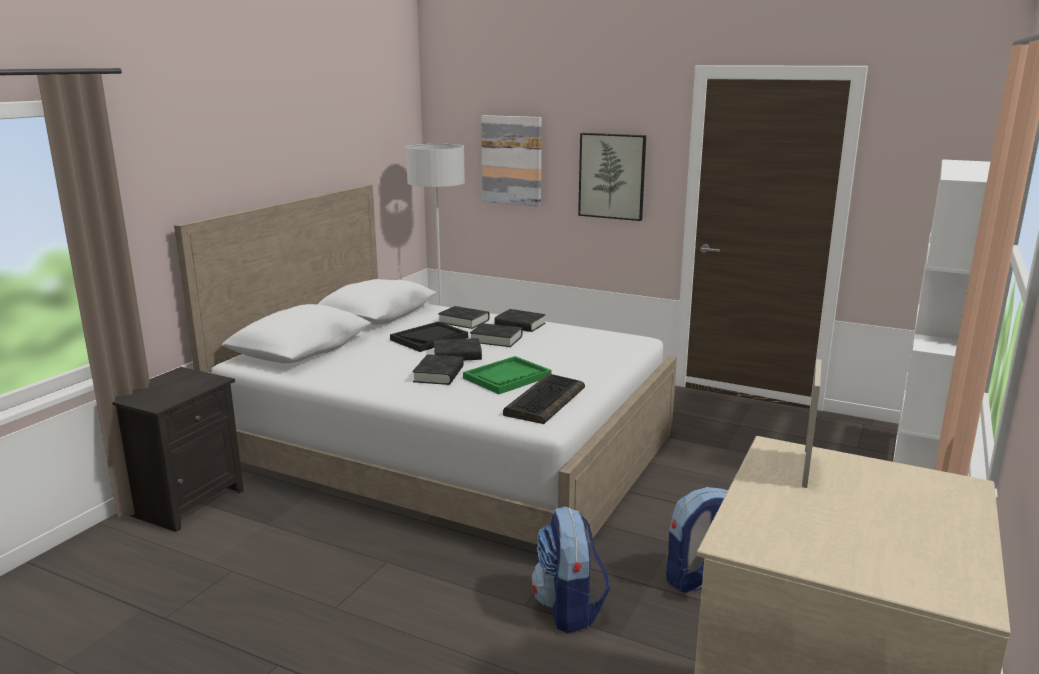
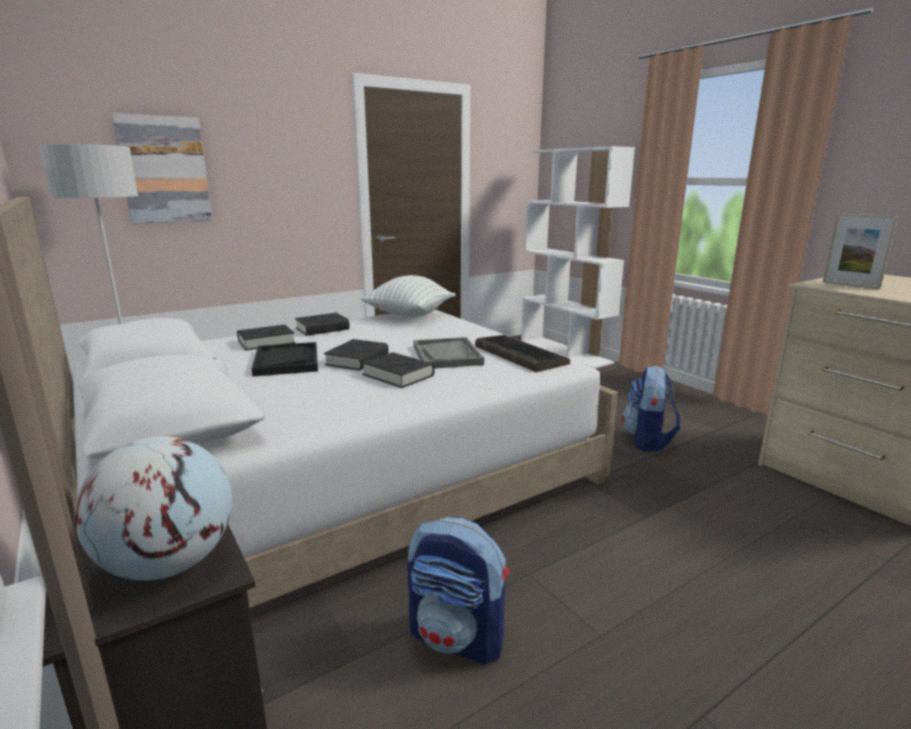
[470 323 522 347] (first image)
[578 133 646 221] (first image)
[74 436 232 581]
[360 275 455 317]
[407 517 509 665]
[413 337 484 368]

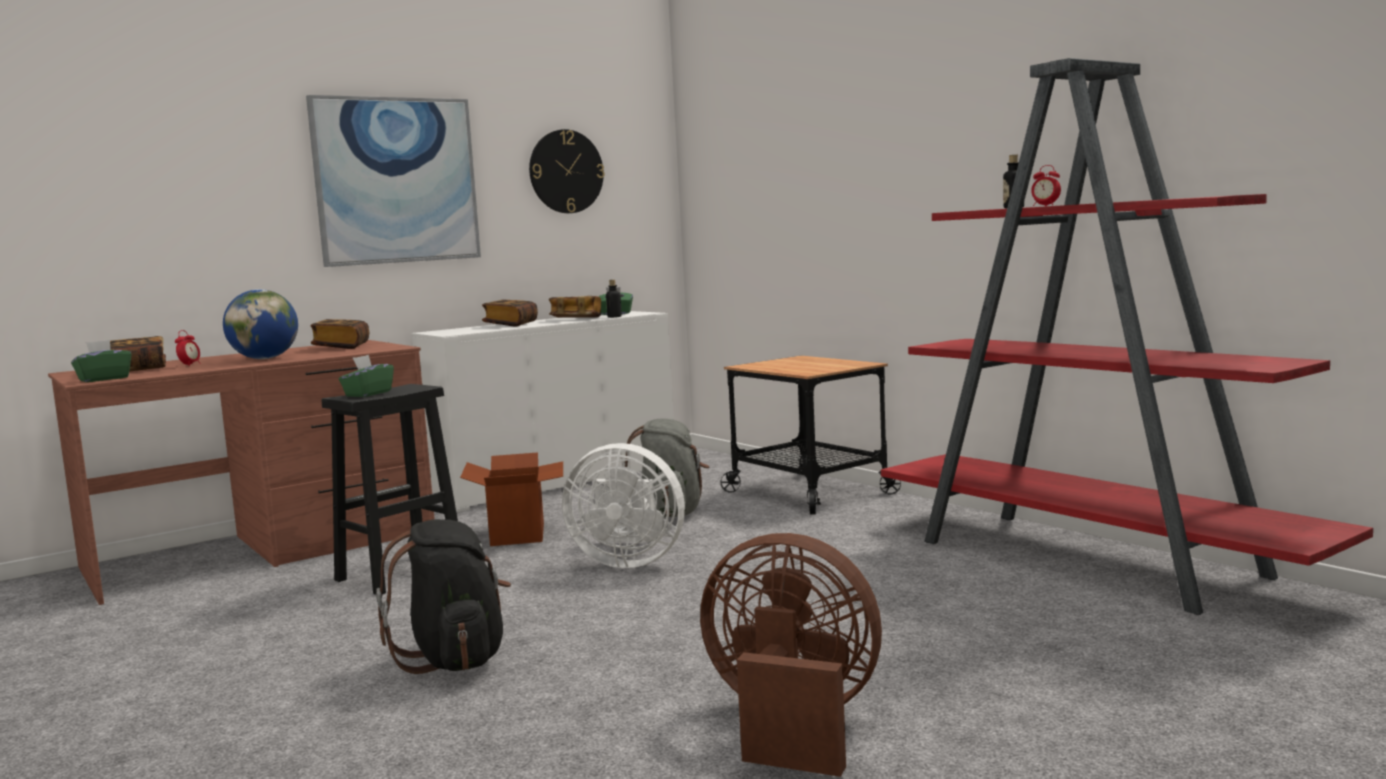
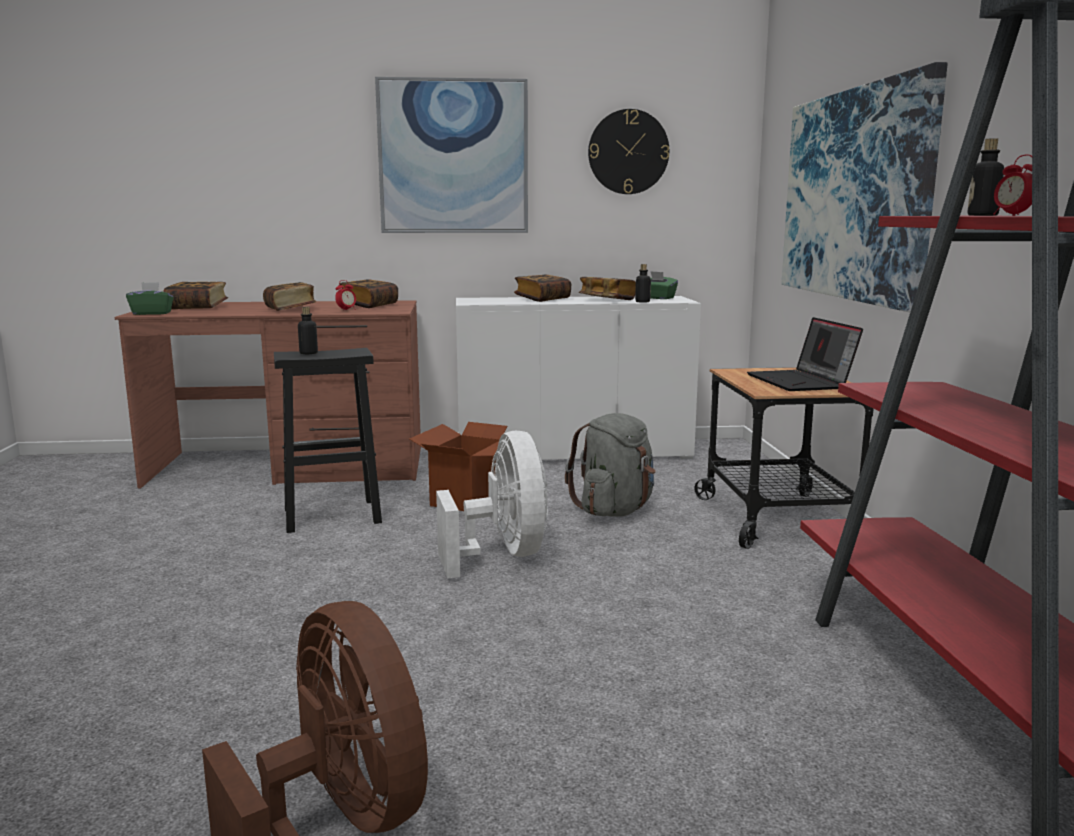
[376 519 511 674] (first image)
[747 317 863 391]
[782 62 948 312]
[335 280 356 311]
[263 282 316 311]
[298 307 318 354]
[436 431 548 578]

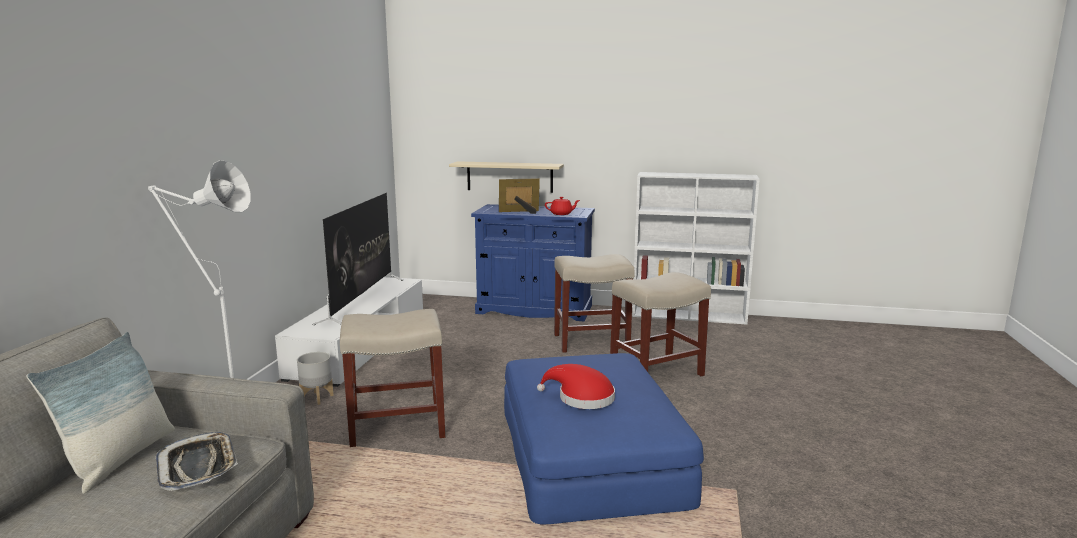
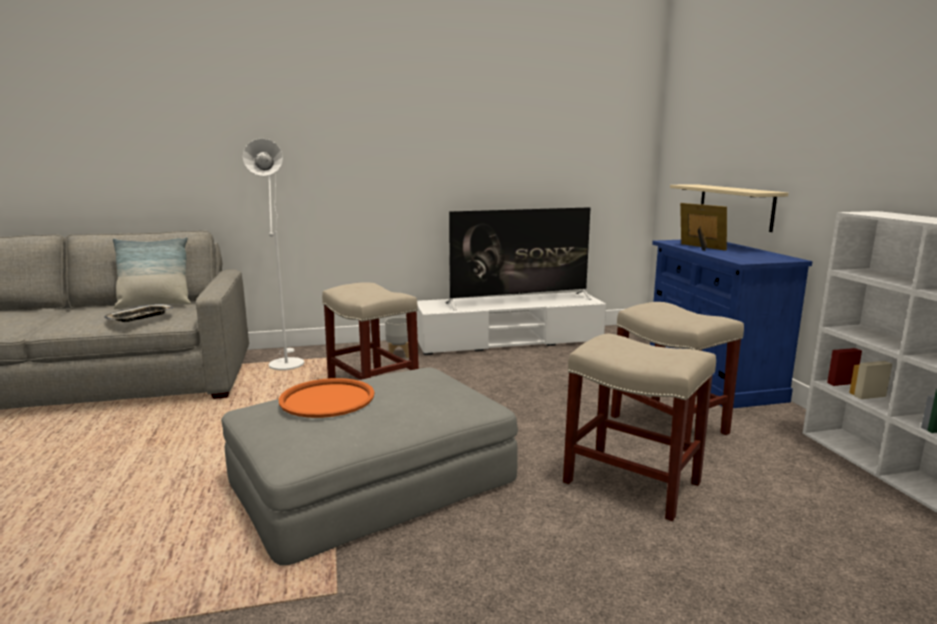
[545 197 580 215] (first image)
[279 378 374 418]
[221 367 518 566]

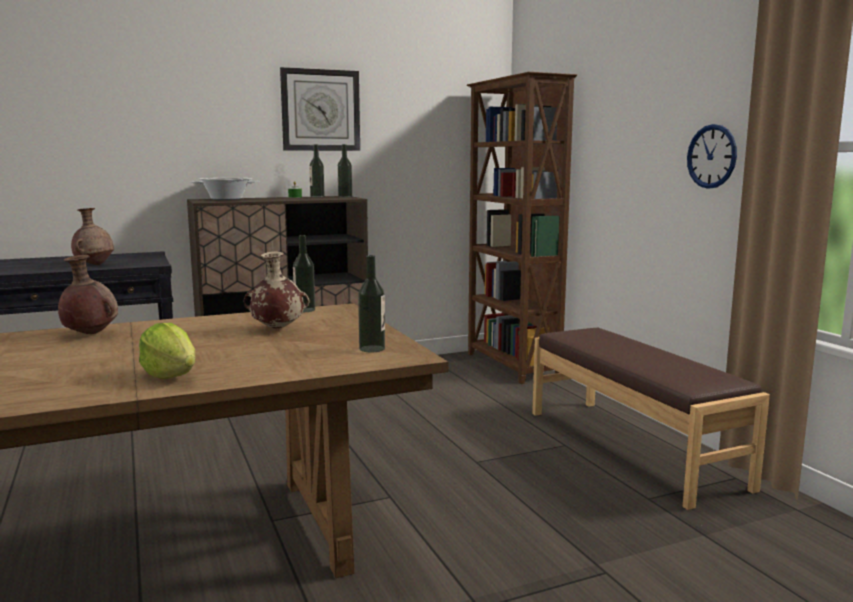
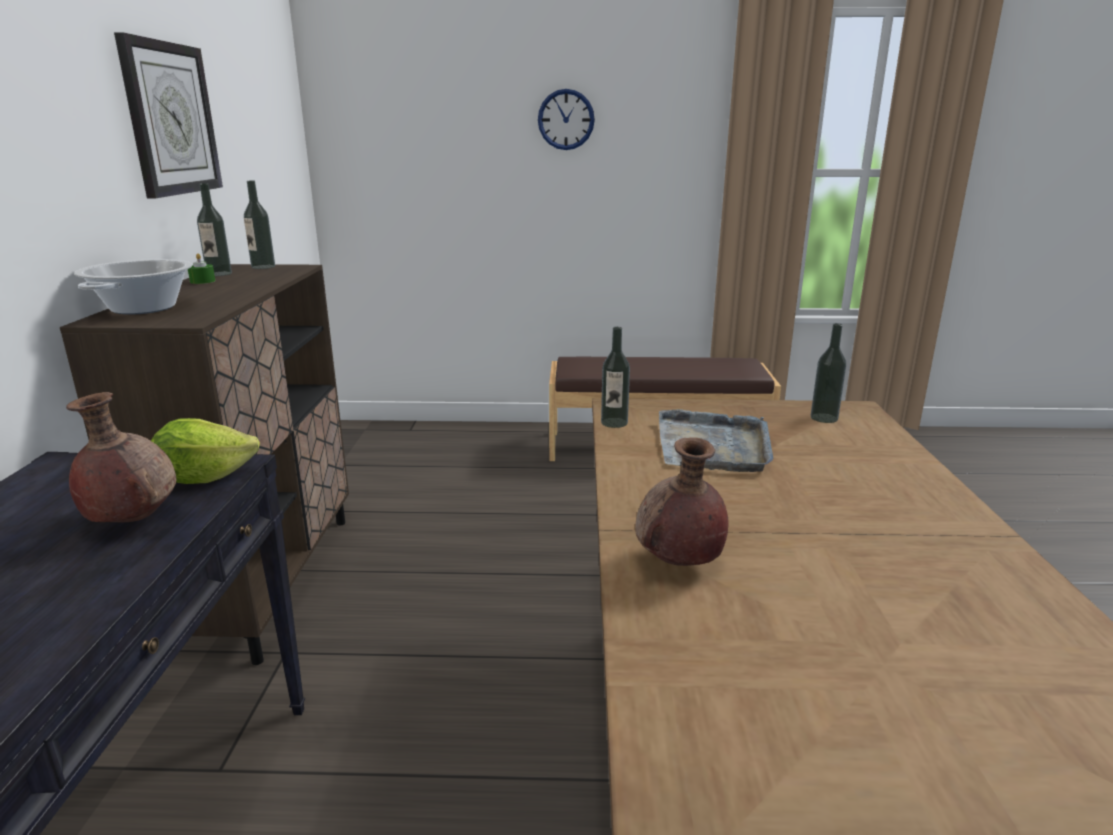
[467 72 577 384] (first image)
[151 418 260 484]
[538 89 595 150]
[659 409 774 472]

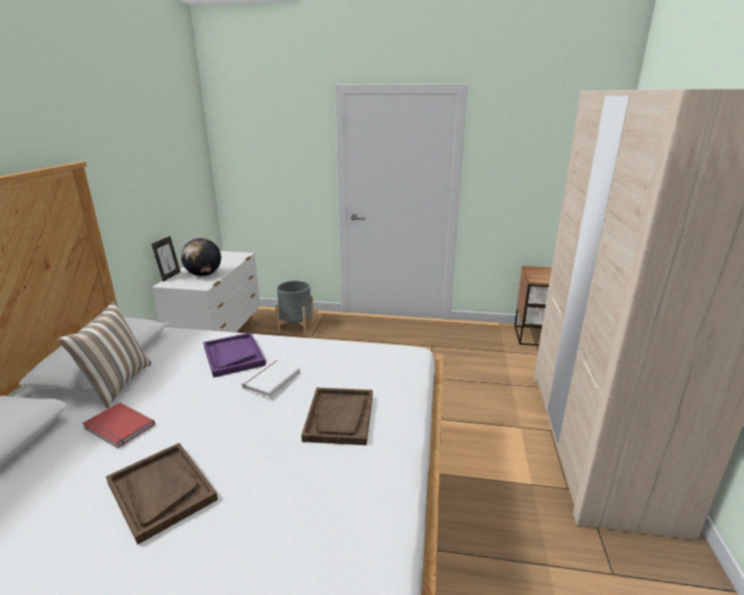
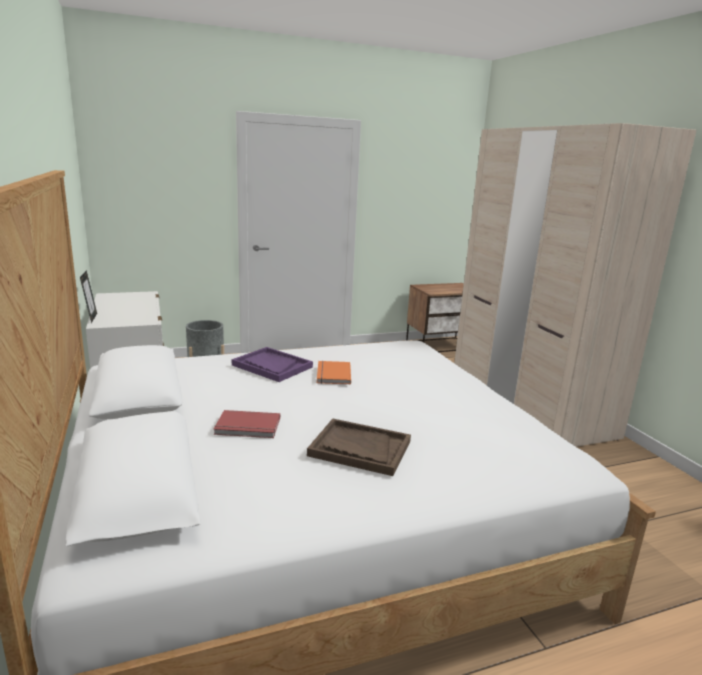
[57 302 151 409] (first image)
[181 238 221 276] (first image)
[301 388 373 445] (first image)
[317 361 351 384]

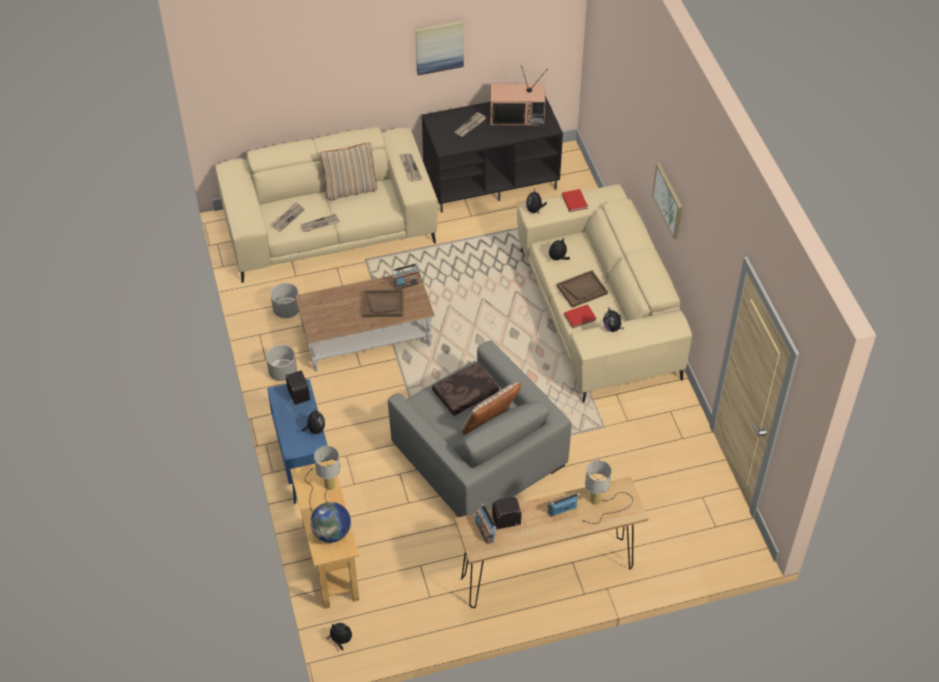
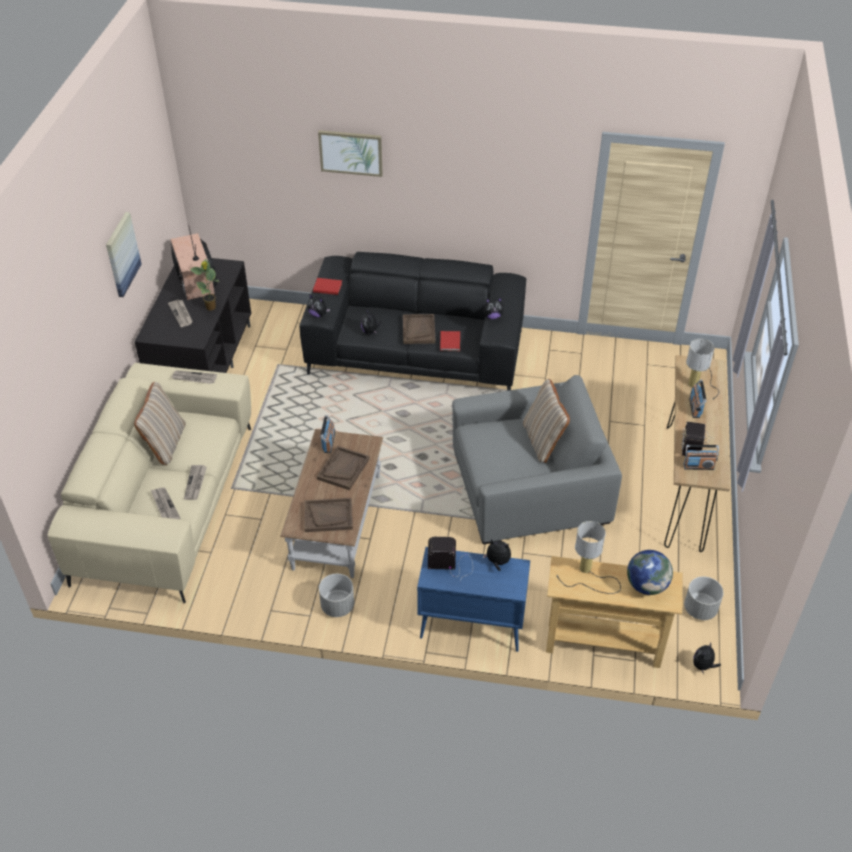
[432 362 499 416] (first image)
[190 259 220 311]
[304 498 353 532]
[684 576 723 620]
[318 130 383 177]
[299 252 526 391]
[171 225 218 300]

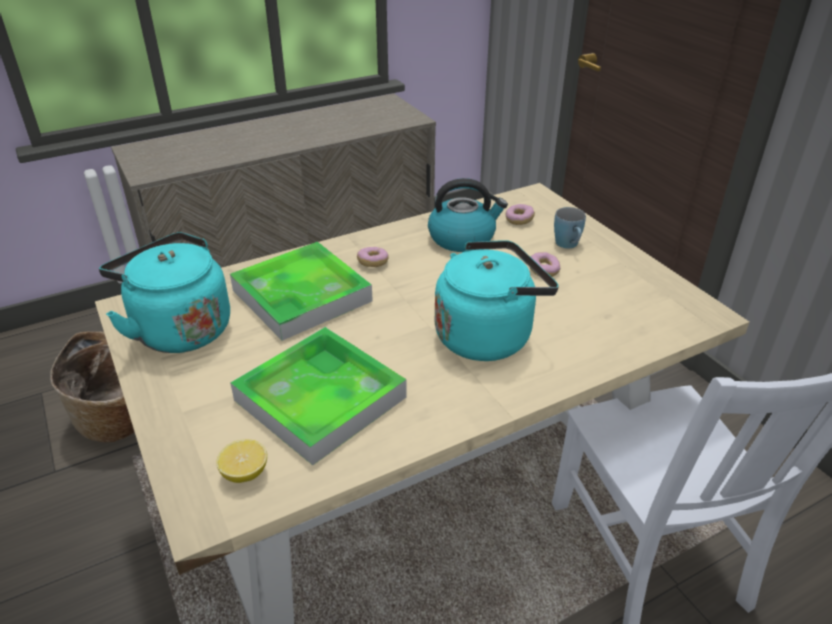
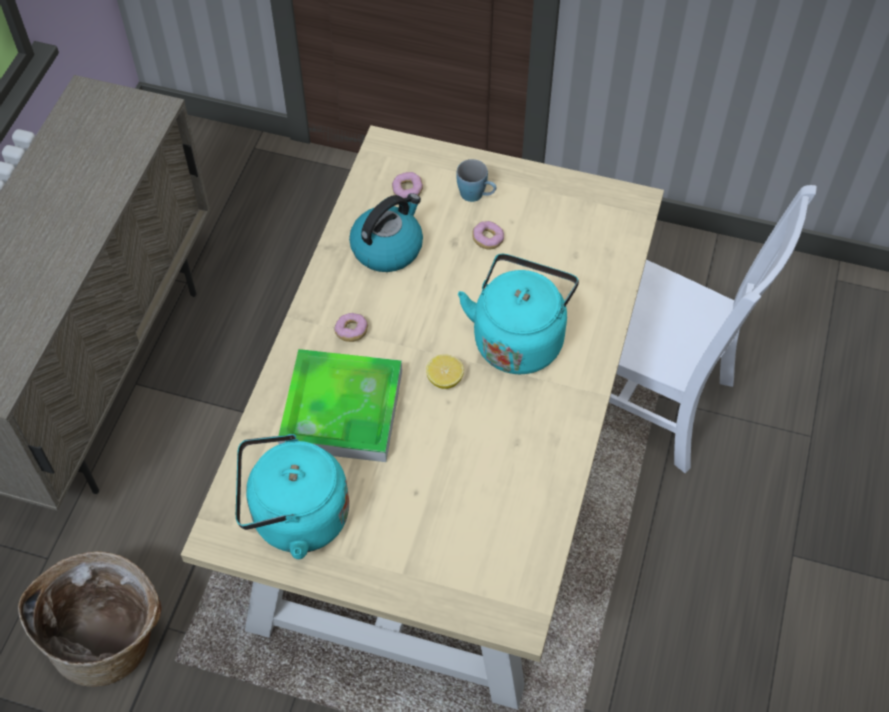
[230 327 407 465] (first image)
[426 354 464 389]

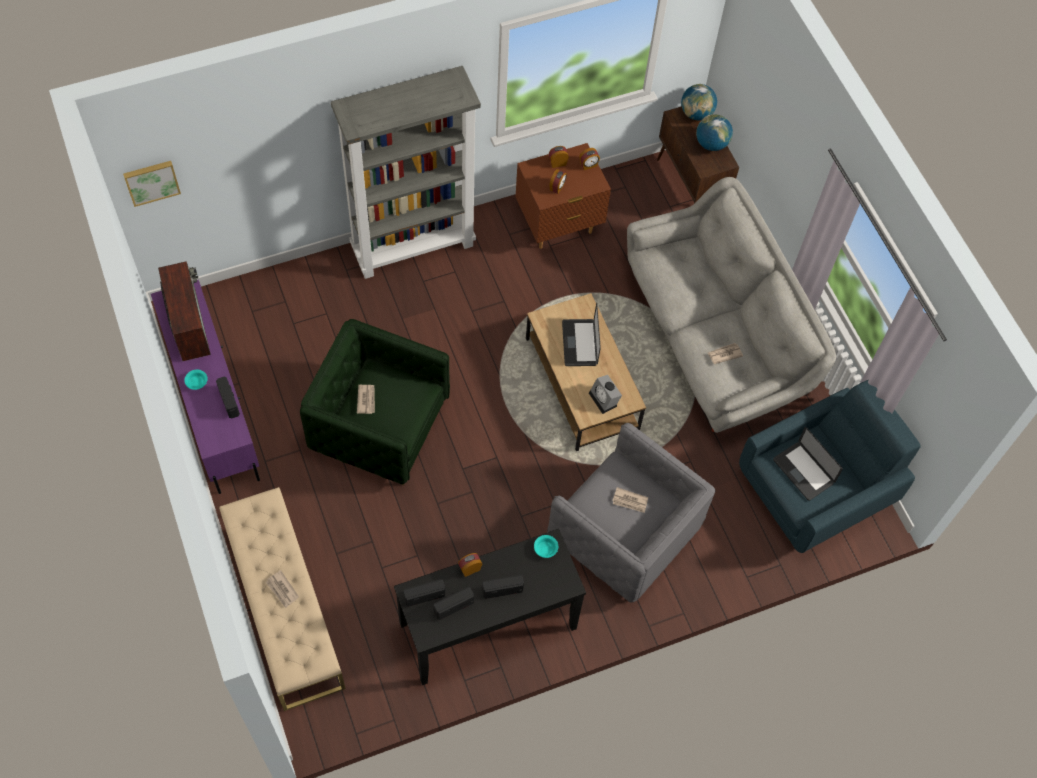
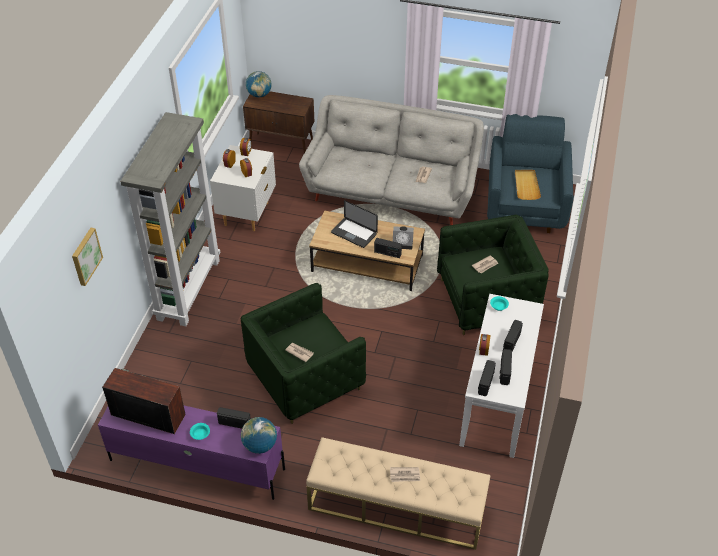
[374 238 402 258]
[72 228 103 286]
[241 417 277 454]
[515 170 541 200]
[459 294 544 458]
[210 145 276 231]
[437 215 549 335]

